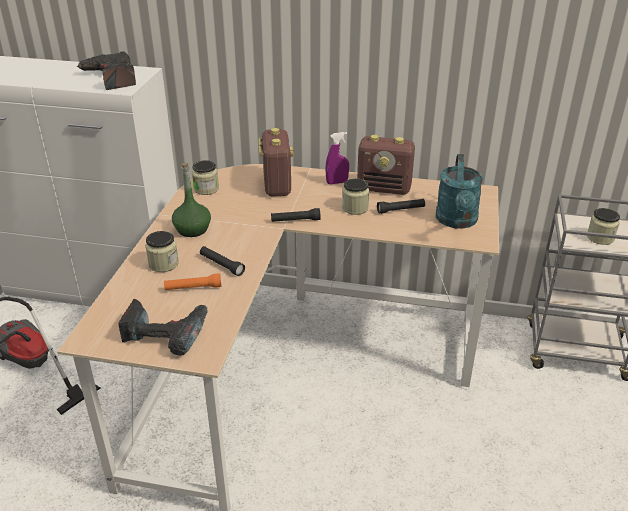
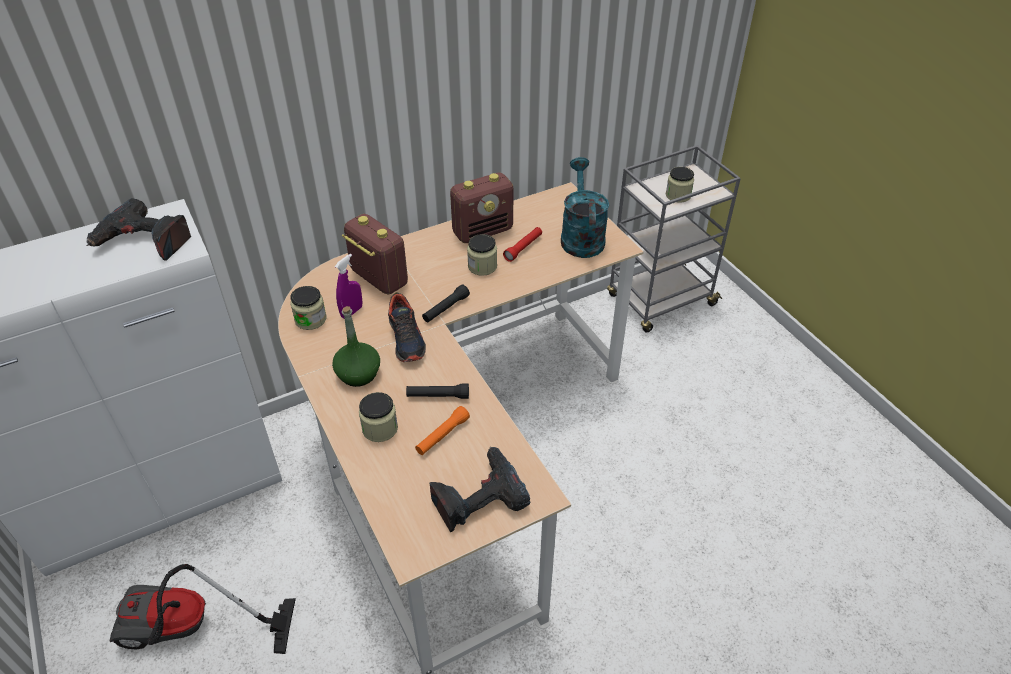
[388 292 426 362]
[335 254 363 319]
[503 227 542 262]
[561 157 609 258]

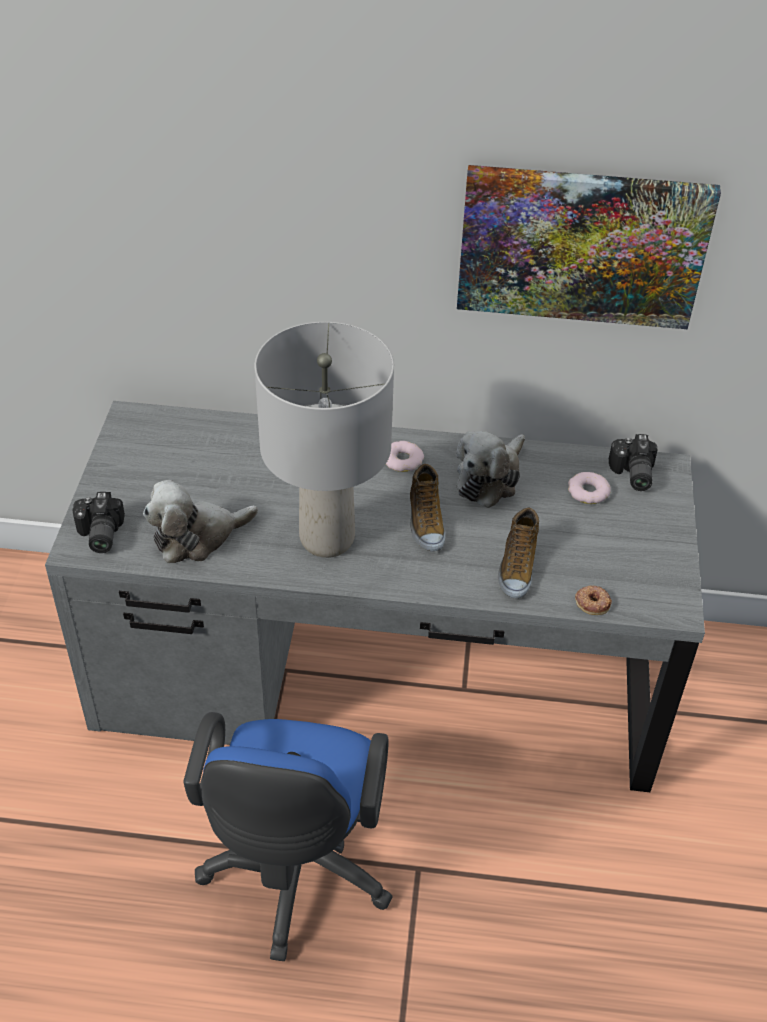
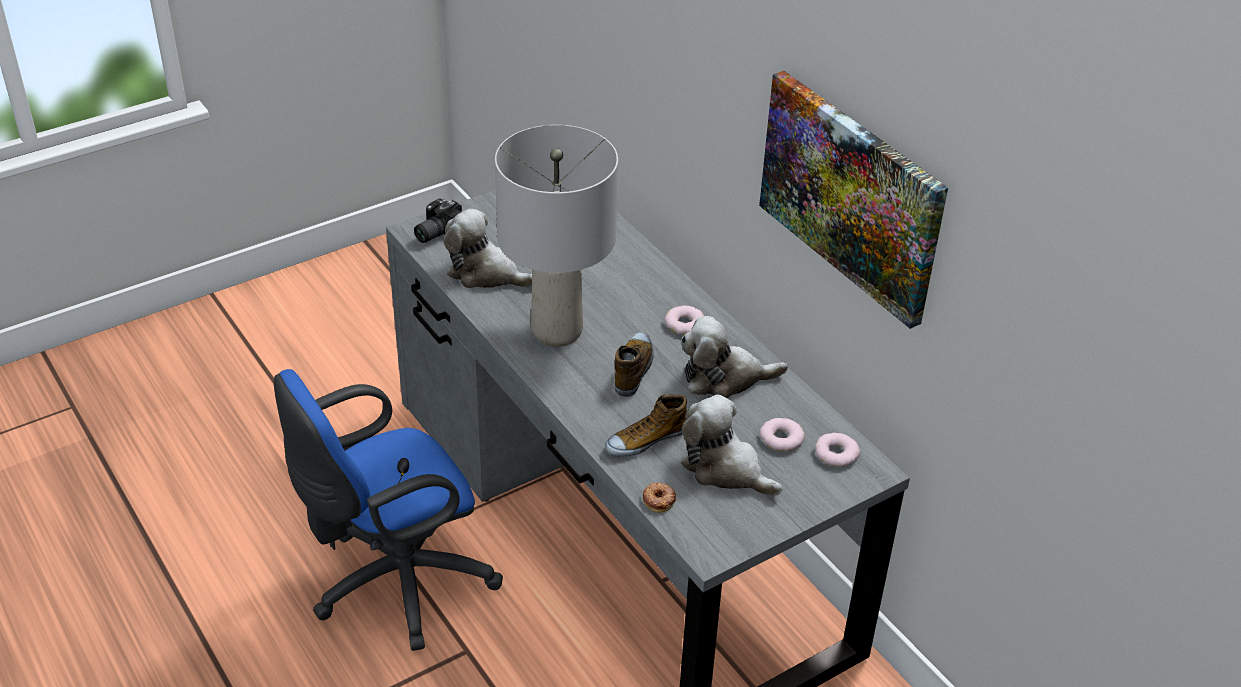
[681 395 782 496]
[815 433 860 467]
[615 332 654 397]

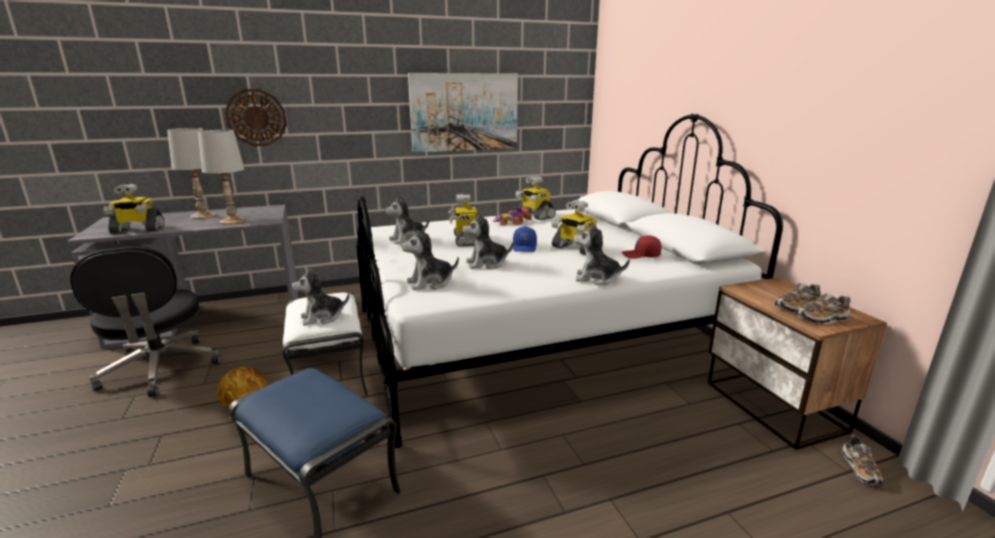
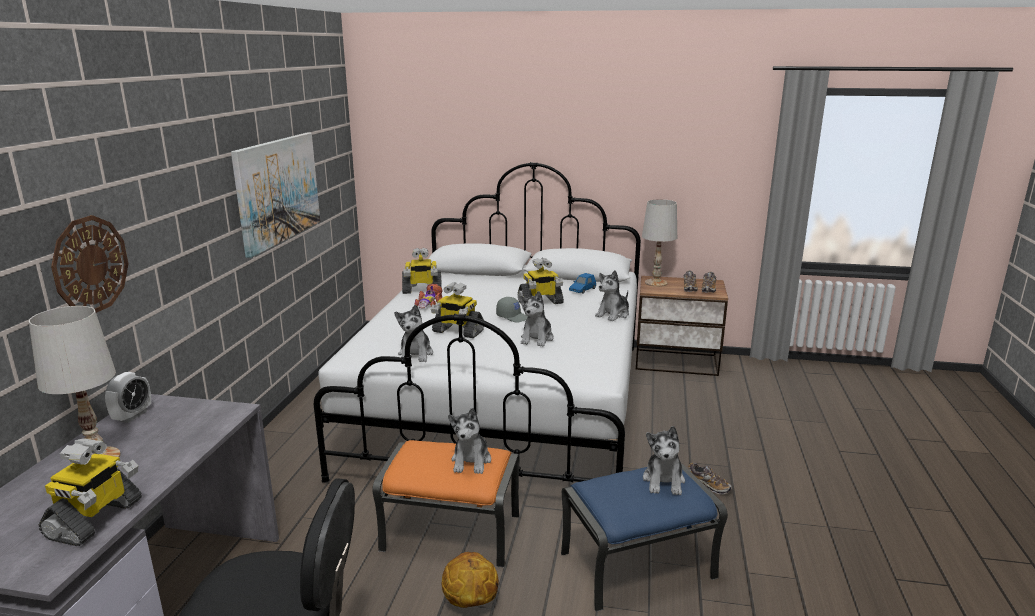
[105 372 151 423]
[642 199 677 287]
[643 426 685 495]
[688 463 732 495]
[569 273 596 294]
[372 440 520 568]
[496 297 528 323]

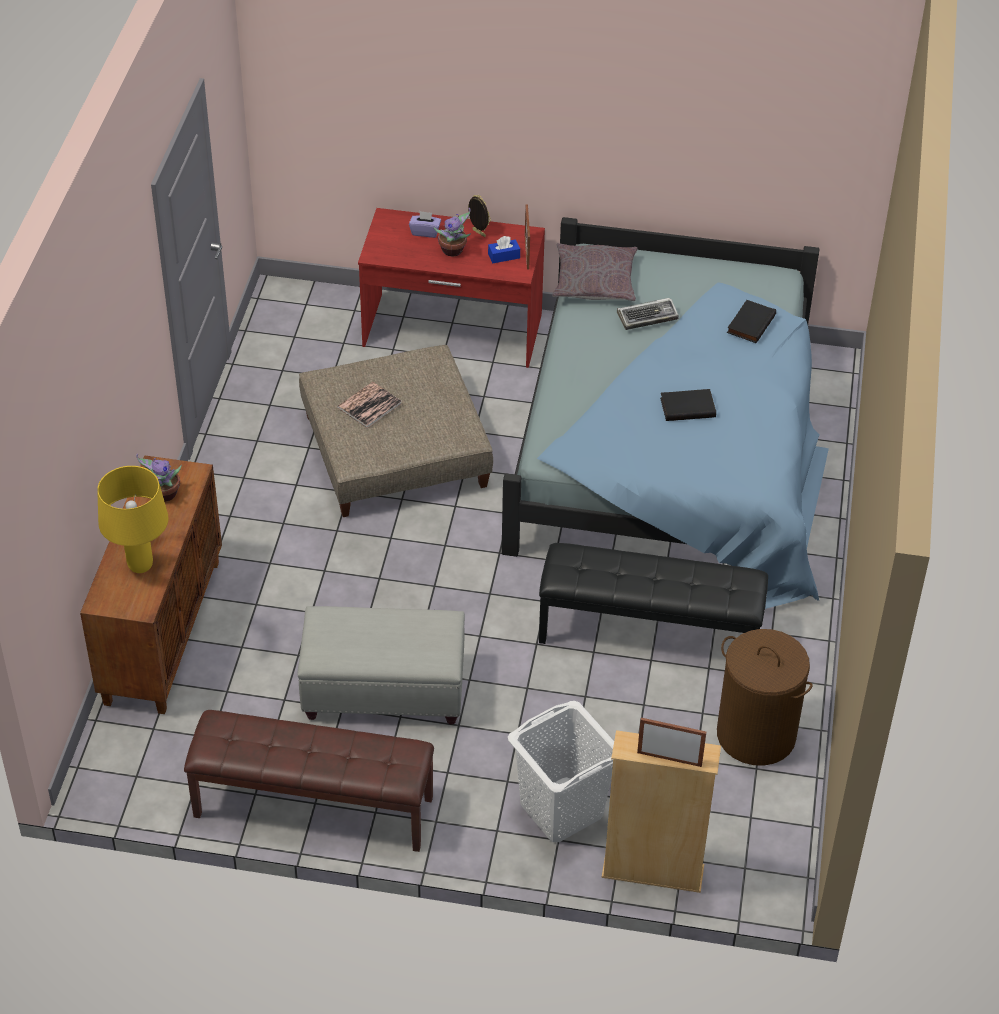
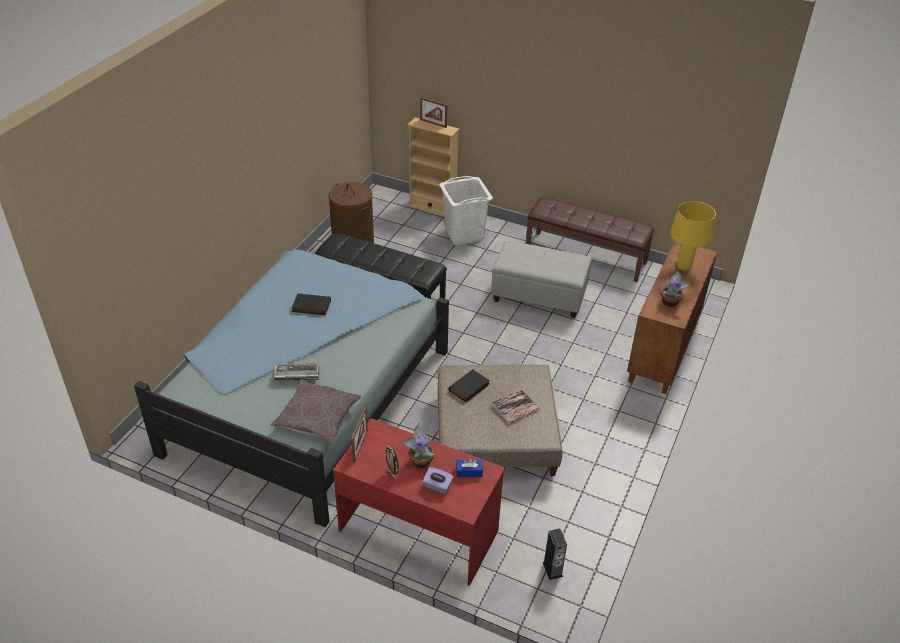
[543 529 567 580]
[456 458 483 477]
[449 369 490 402]

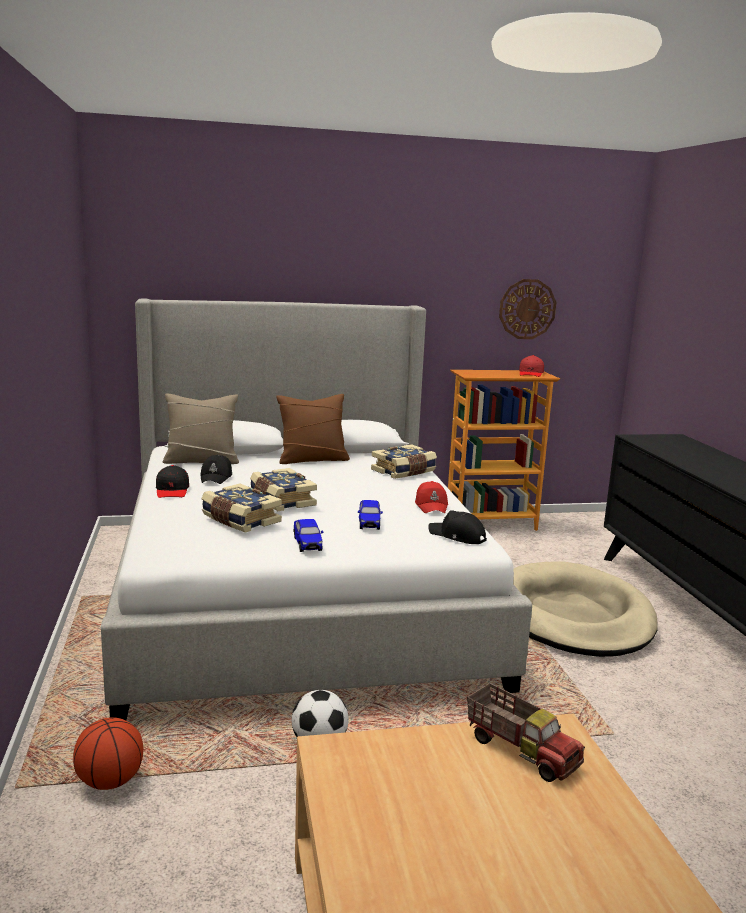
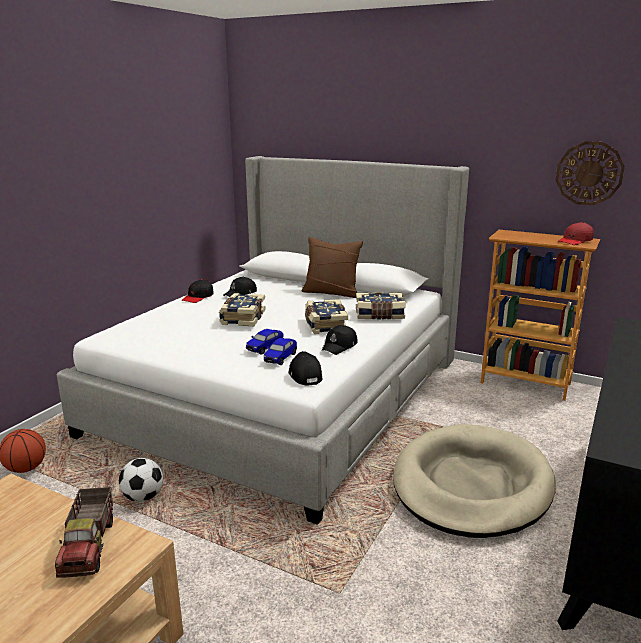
[163 393 239 464] (first image)
[305 299 348 334]
[264 338 297 365]
[321 325 358 355]

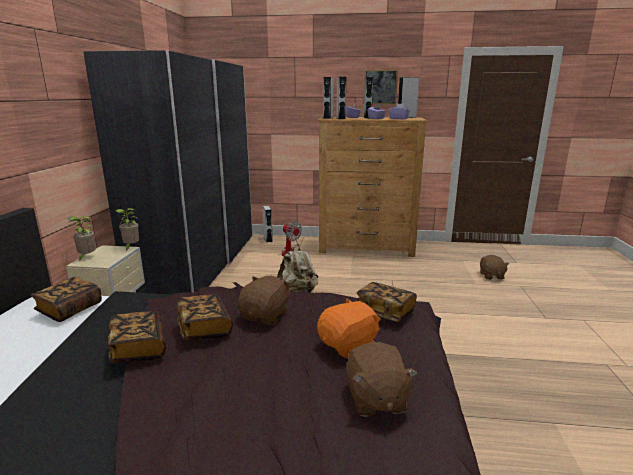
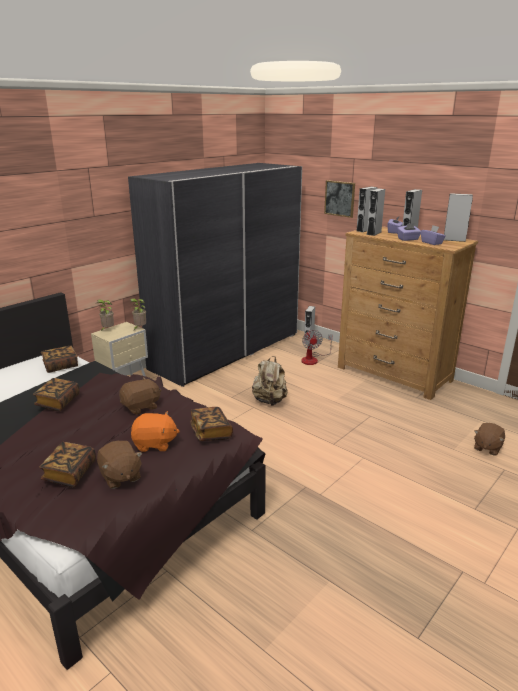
[39 442 96 487]
[324 180 355 218]
[97 441 143 489]

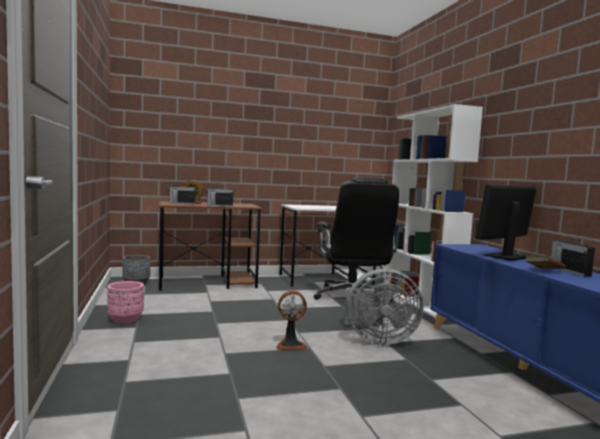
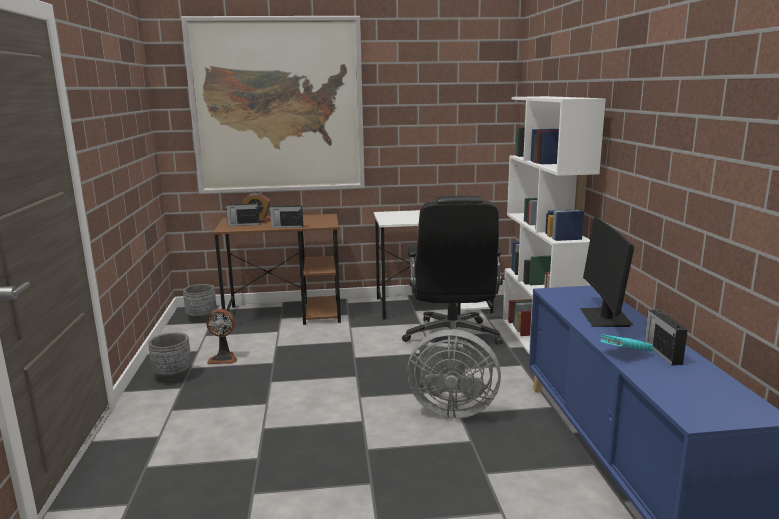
[181 16 365 194]
[206 309 237 364]
[148 333 192 382]
[600 334 653 351]
[580 217 634 327]

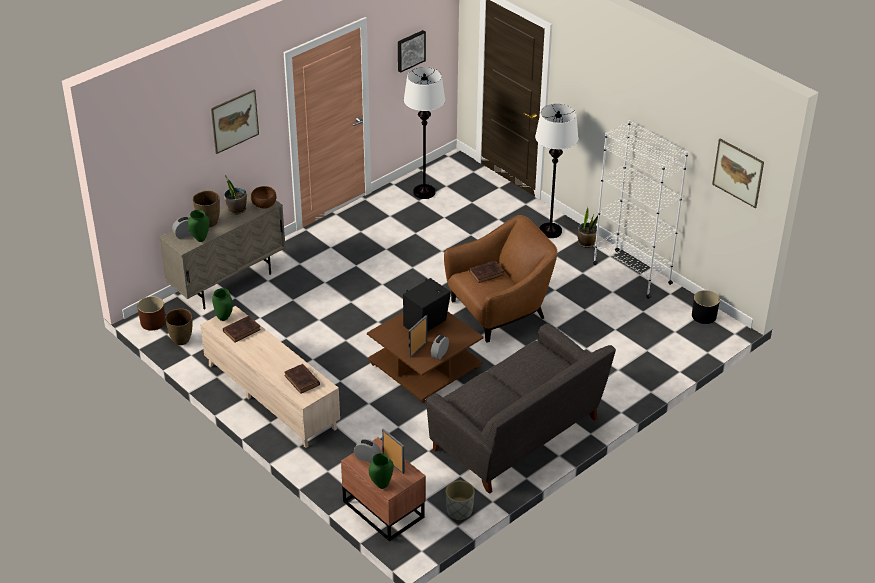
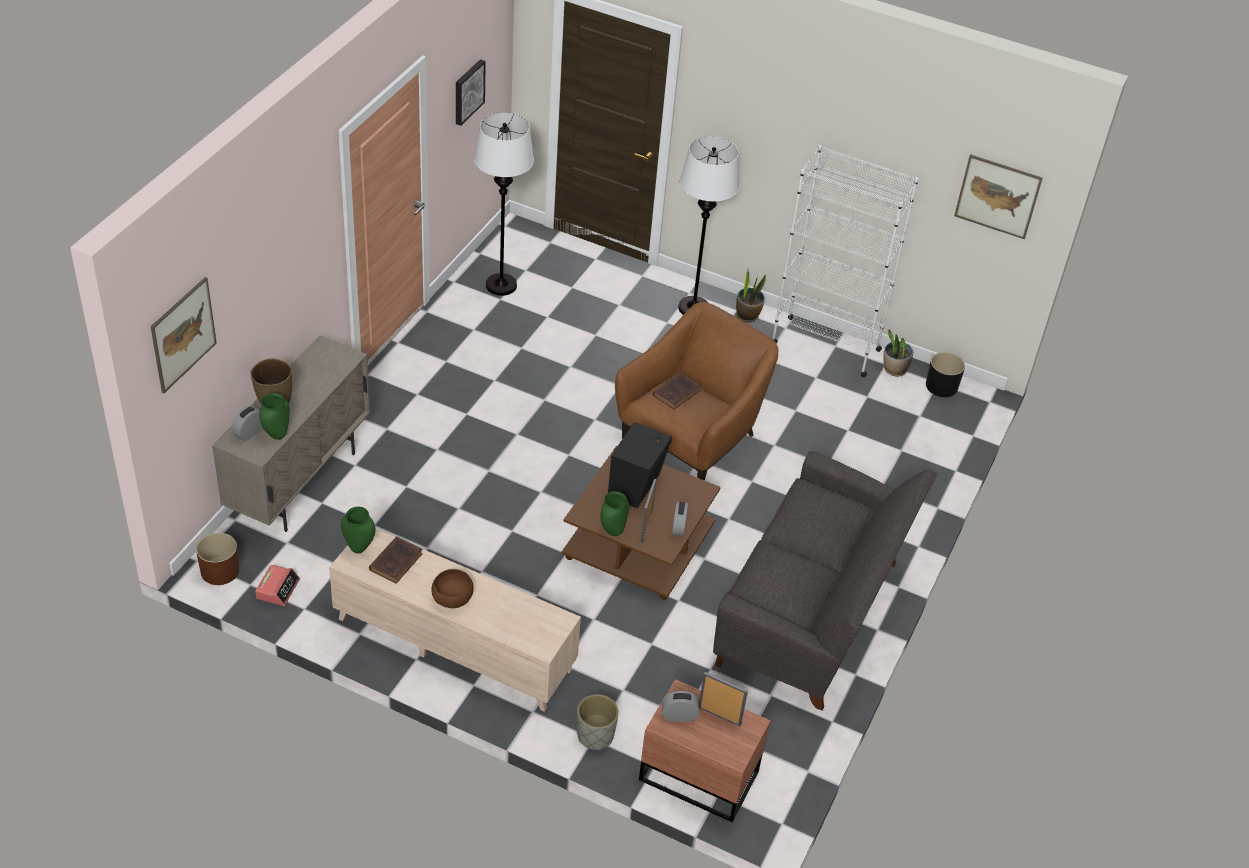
[284 364 320 394] (first image)
[150 277 217 393]
[883 329 913 377]
[431 569 474 608]
[600 491 629 536]
[577 694 619 750]
[255 565 300 606]

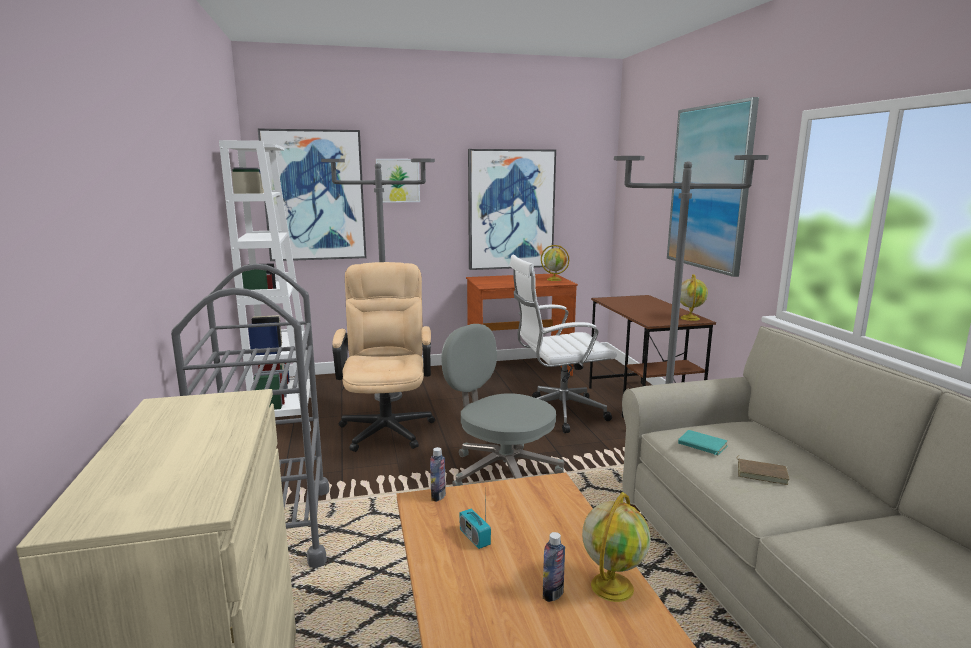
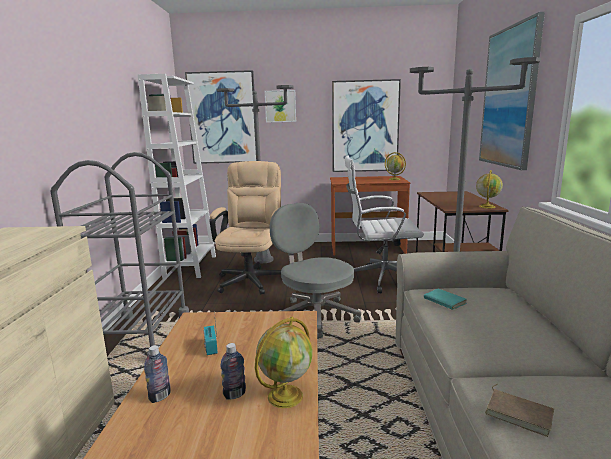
[144 345 170 403]
[485 384 554 437]

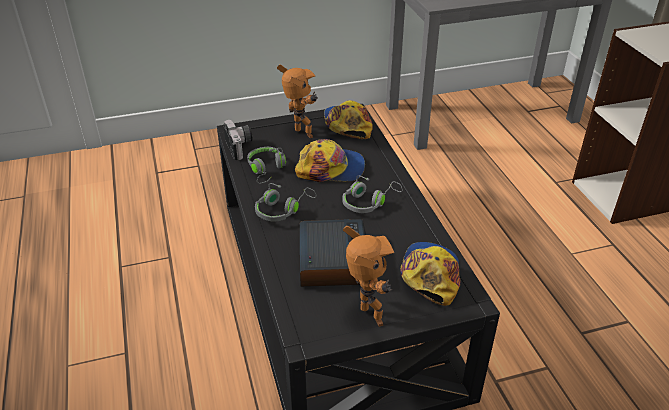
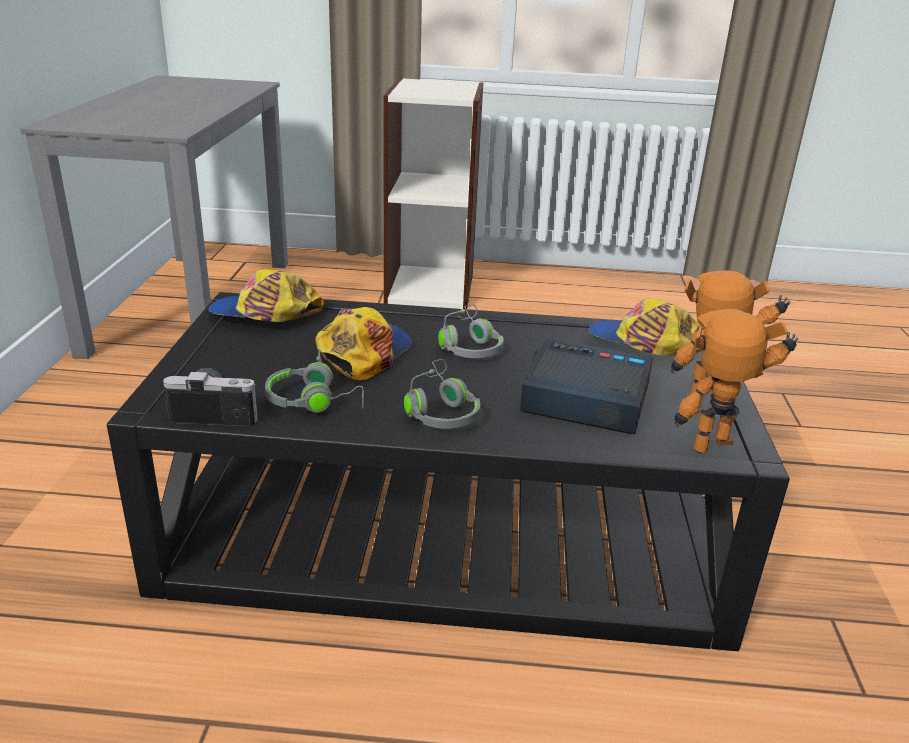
[674 309 798 453]

